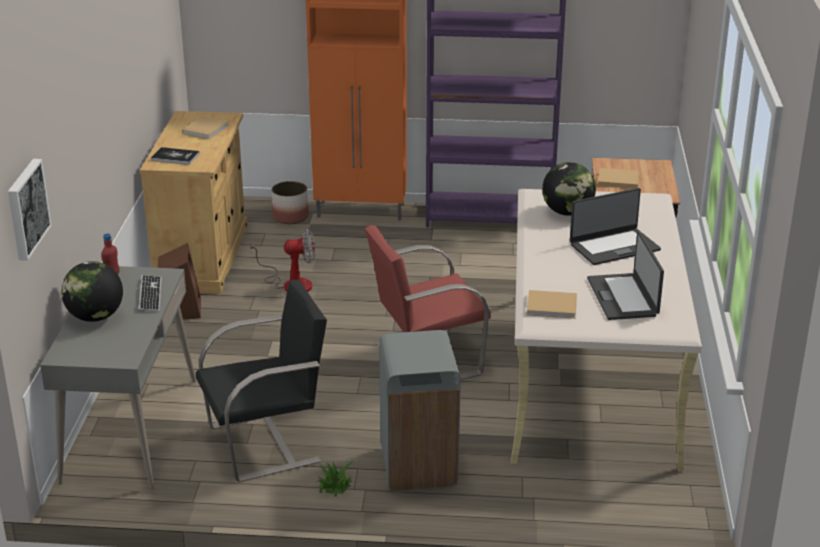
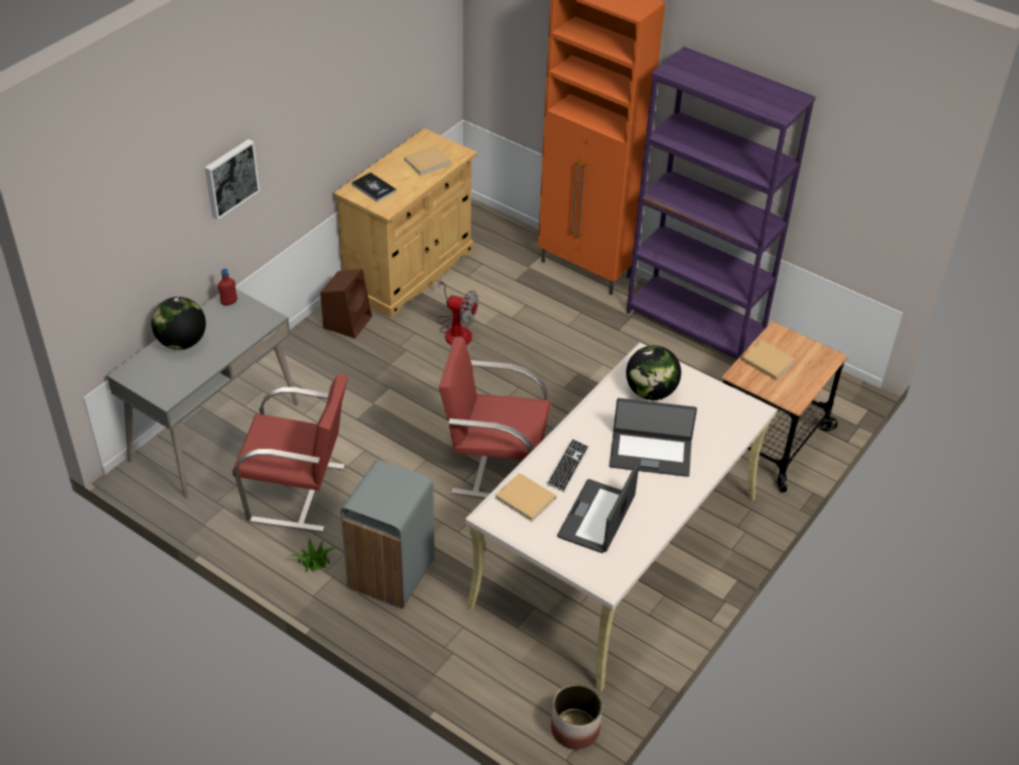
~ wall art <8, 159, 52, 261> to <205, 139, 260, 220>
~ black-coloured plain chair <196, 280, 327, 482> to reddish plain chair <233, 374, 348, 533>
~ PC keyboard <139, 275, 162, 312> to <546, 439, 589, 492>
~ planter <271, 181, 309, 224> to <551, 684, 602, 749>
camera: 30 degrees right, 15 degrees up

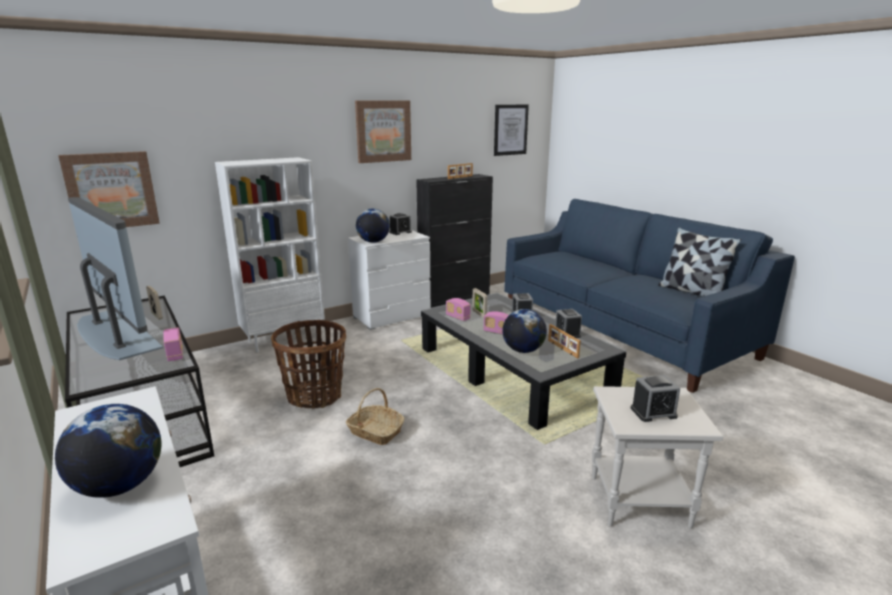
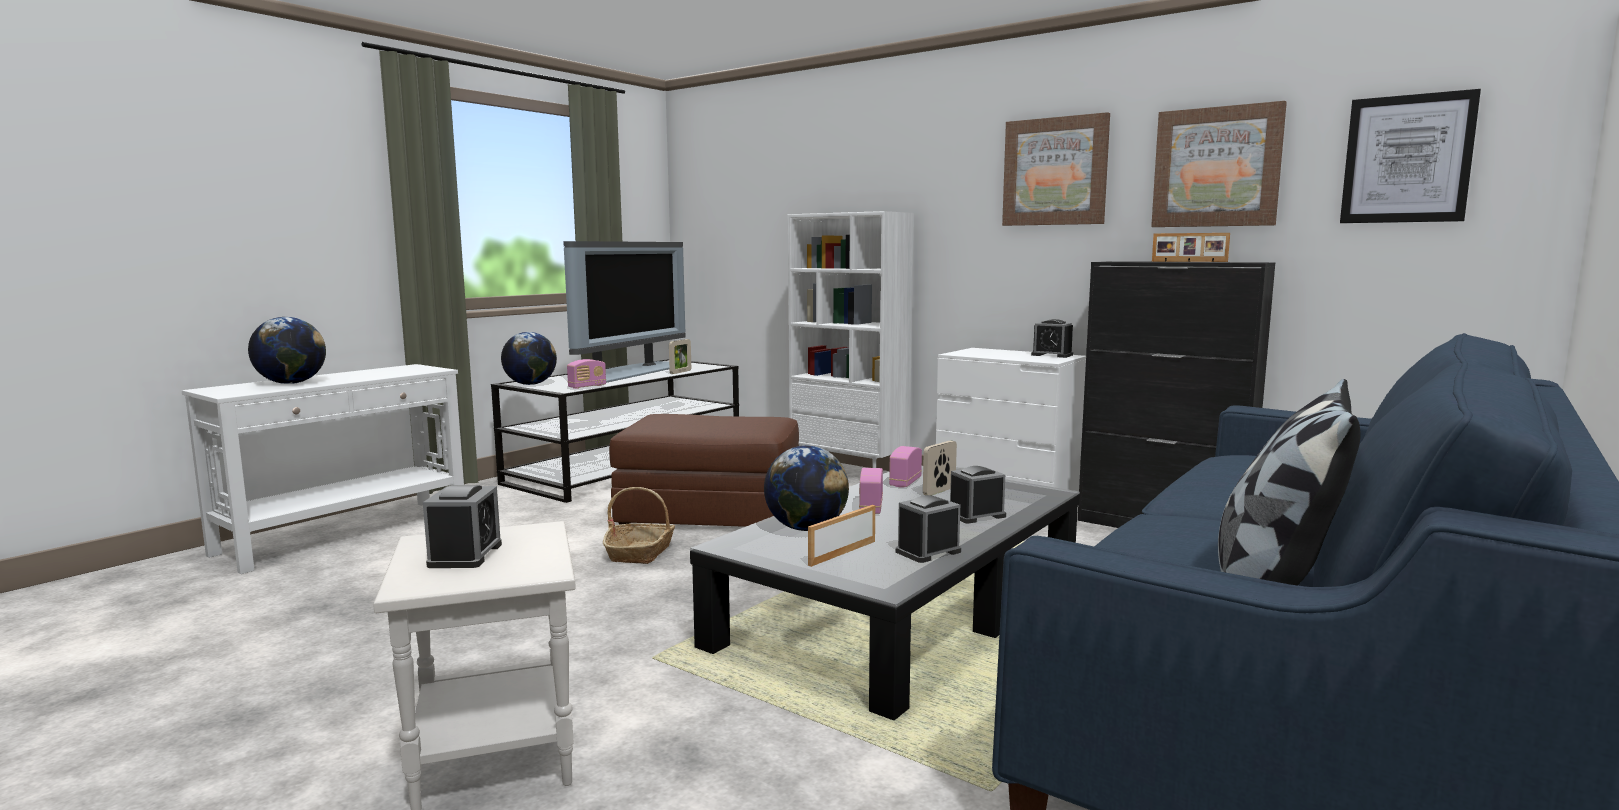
~ bedside clock <631, 375, 680, 422> = <423, 485, 502, 568> 150 degrees counterclockwise
~ desk globe <356, 209, 390, 243> to <501, 332, 557, 385>
~ household basket <271, 320, 346, 409> to brownish ottoman <609, 414, 799, 527>
~ wall art <58, 151, 160, 227> to <1151, 101, 1287, 227>
camera: 70 degrees right, 10 degrees down

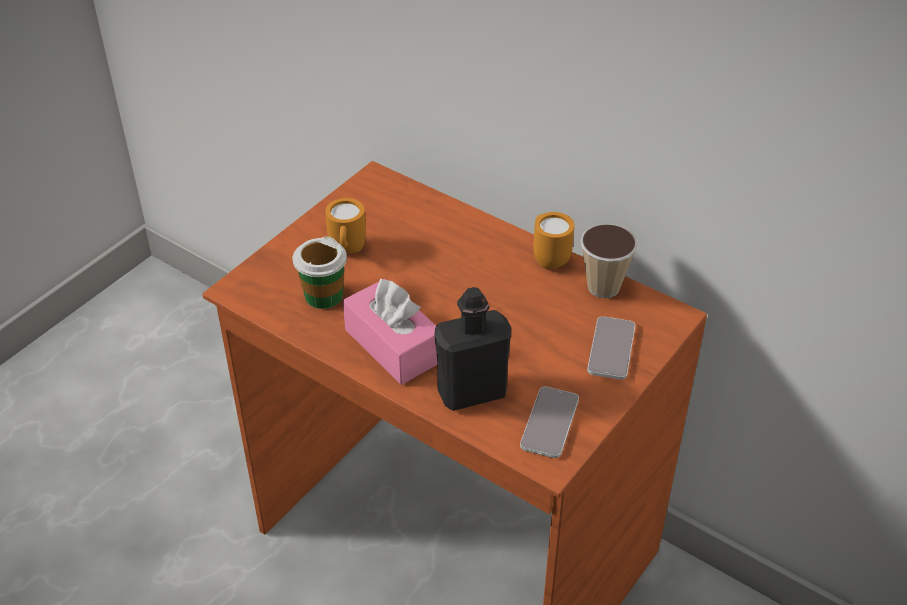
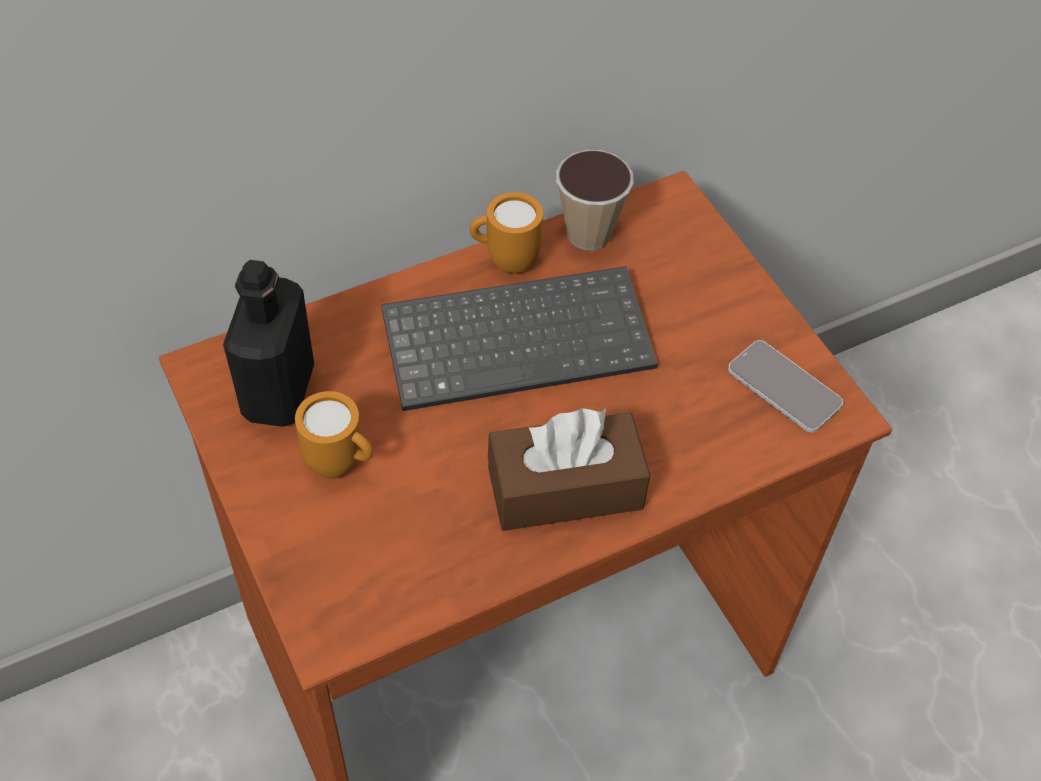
~ black-coloured bottle <434, 287, 511, 411> to <223, 260, 314, 427>
+ PC keyboard <381, 266, 658, 411>
~ pink tissue holder <343, 278, 437, 385> to brownish tissue holder <488, 408, 650, 531>
- drinking cup <293, 236, 347, 309>
- handset <587, 316, 635, 380>
camera: 65 degrees left, 10 degrees up

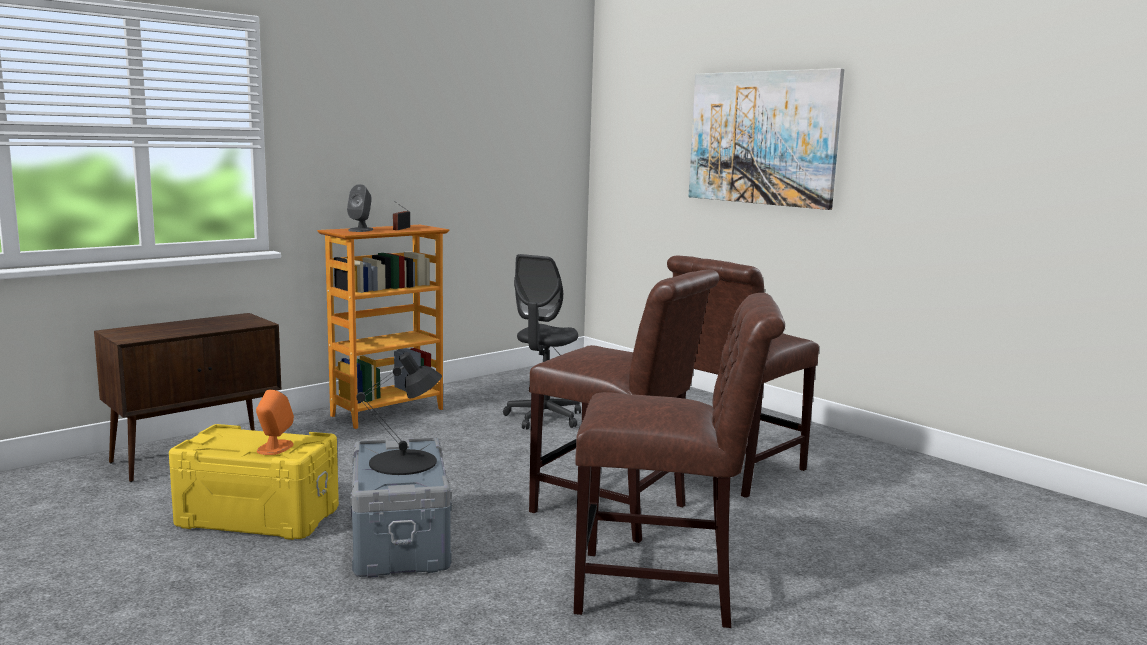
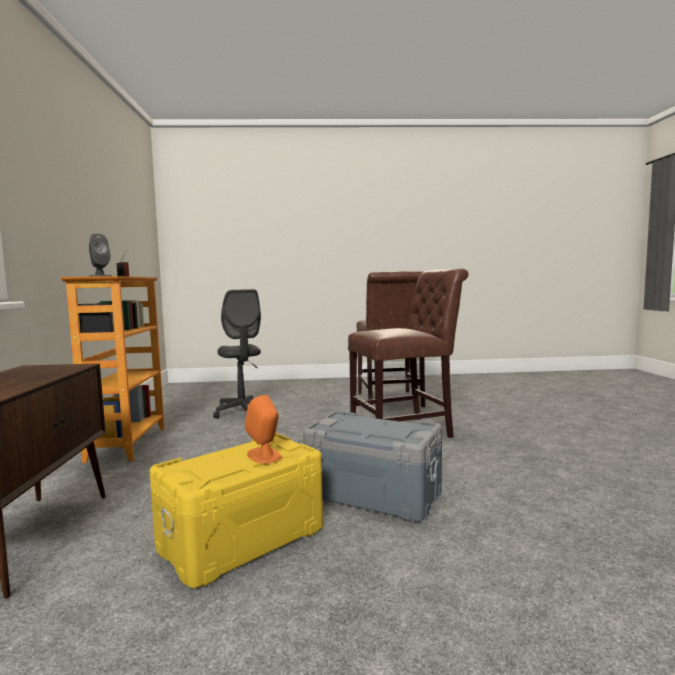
- black-coloured lamp for a table <357, 352, 442, 475>
- brownish plain chair <574, 293, 785, 628>
- wall art <689, 68, 844, 210>
camera: 50 degrees left, 5 degrees down

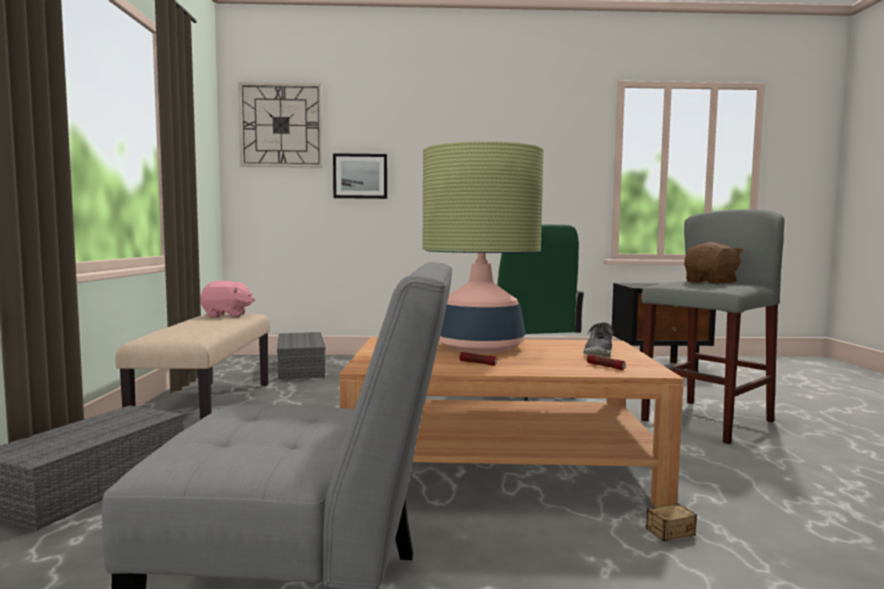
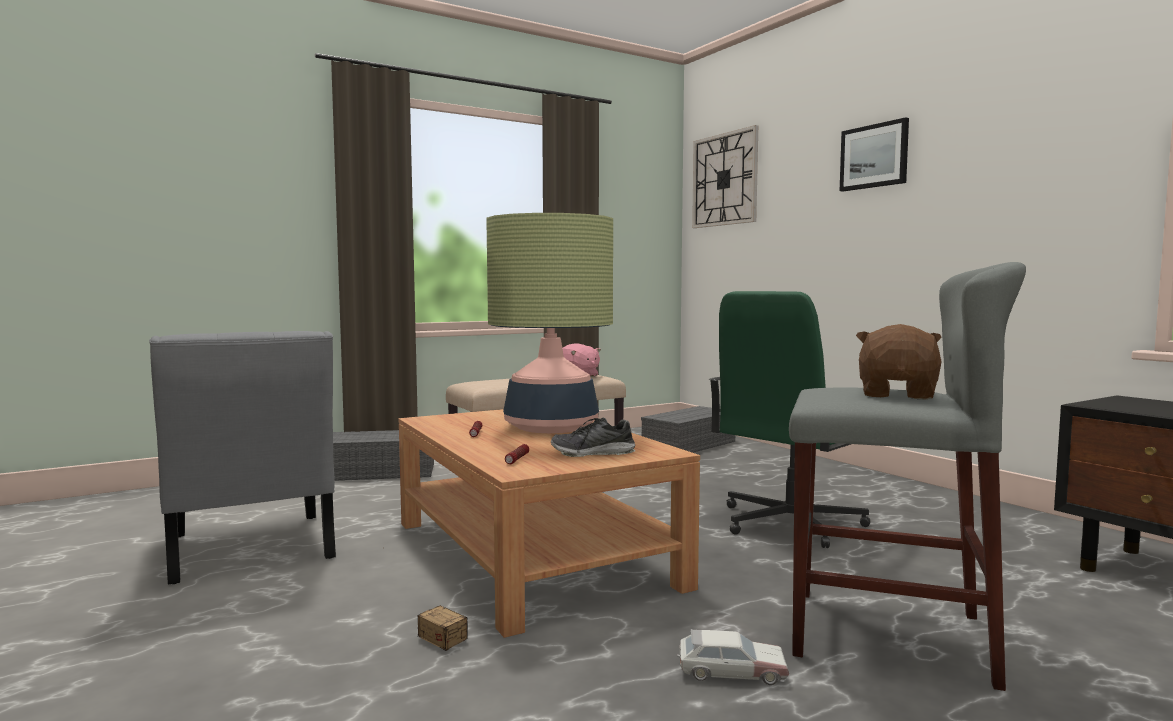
+ miniature car <677, 629, 789, 685>
~ wall art <333, 153, 387, 199> to <840, 117, 909, 191>
~ brownish plush toy <684, 242, 744, 284> = <856, 324, 942, 399> 90 degrees counterclockwise
camera: 60 degrees right, 0 degrees up

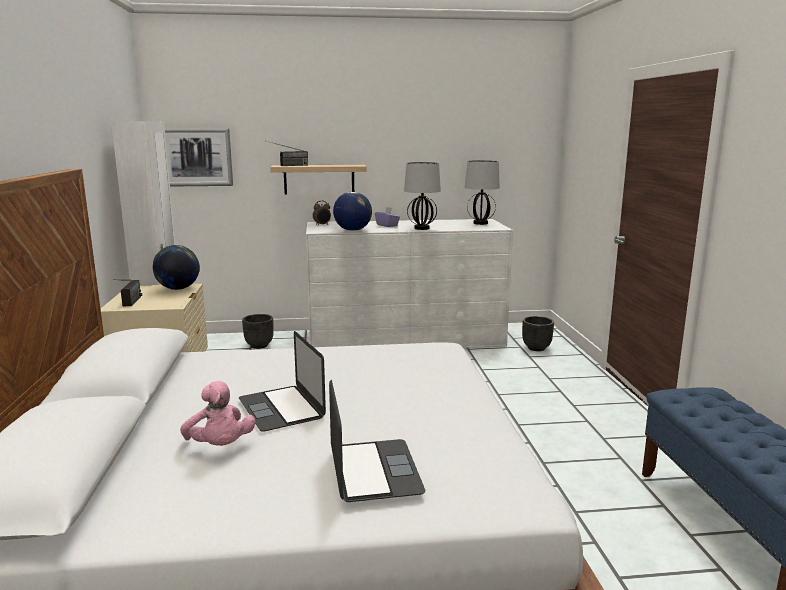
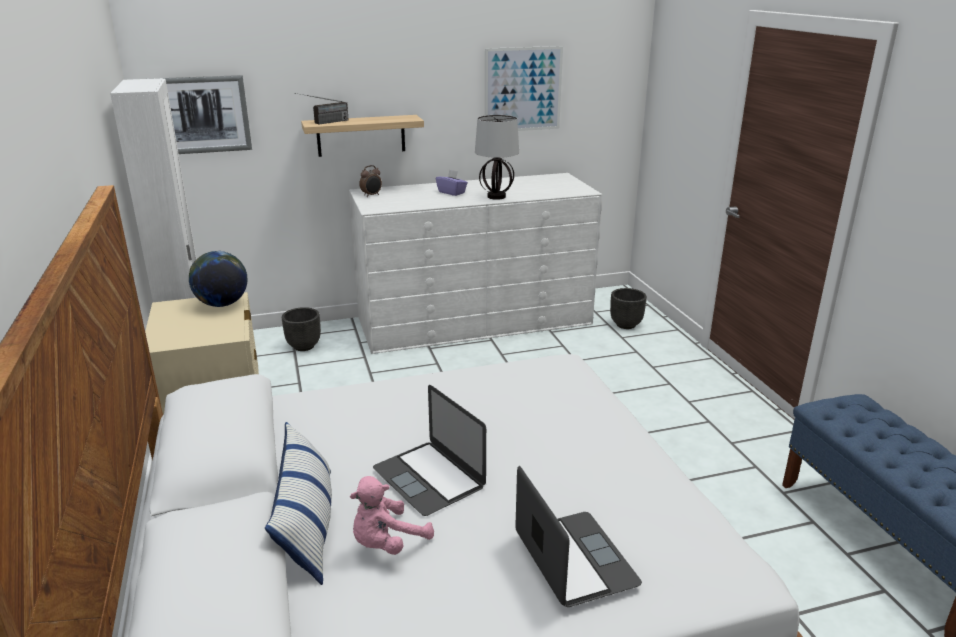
+ cushion <265, 422, 332, 585>
~ pink plush toy <180, 381, 255, 446> = <350, 476, 434, 555> 90 degrees clockwise
+ wall art <485, 46, 563, 131>
- radio receiver <113, 279, 142, 306>
- desk globe <333, 192, 372, 231>
- lamp for a table <465, 160, 500, 225>
camera: 10 degrees left, 10 degrees up

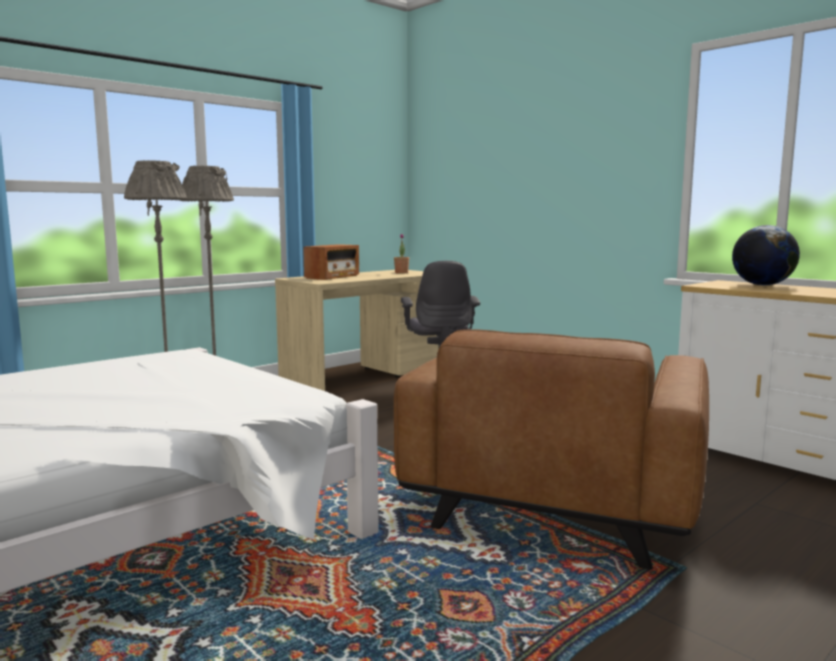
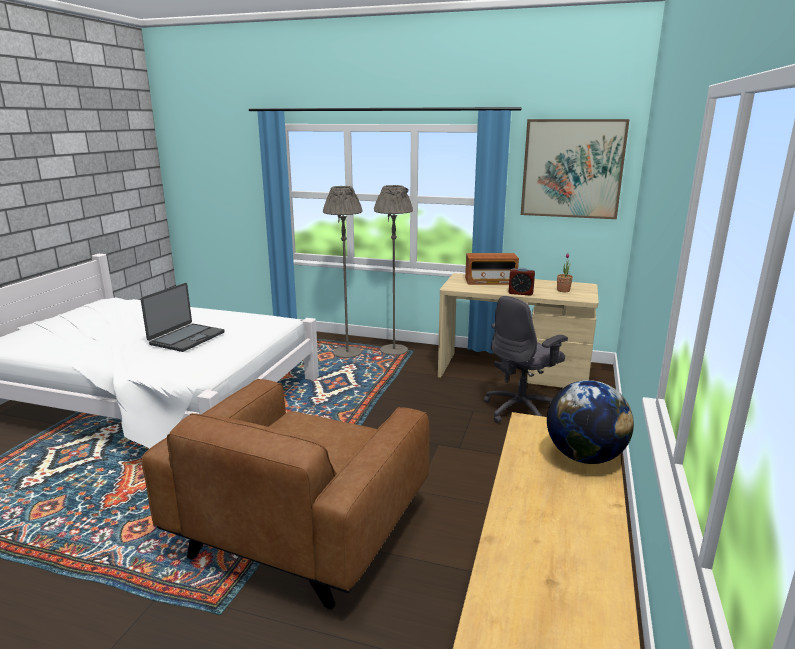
+ laptop <141, 283, 225, 352>
~ brownish lounge chair <394, 329, 709, 570> = <142, 379, 429, 610> 60 degrees counterclockwise
+ bedside clock <509, 268, 535, 296>
+ wall art <521, 119, 630, 219>
camera: 60 degrees right, 10 degrees up

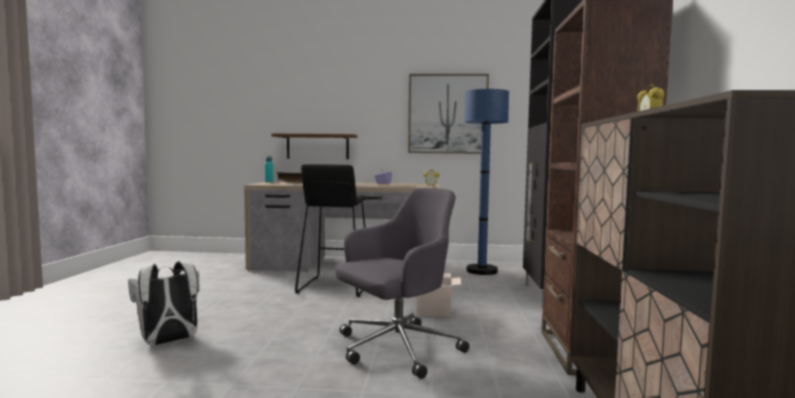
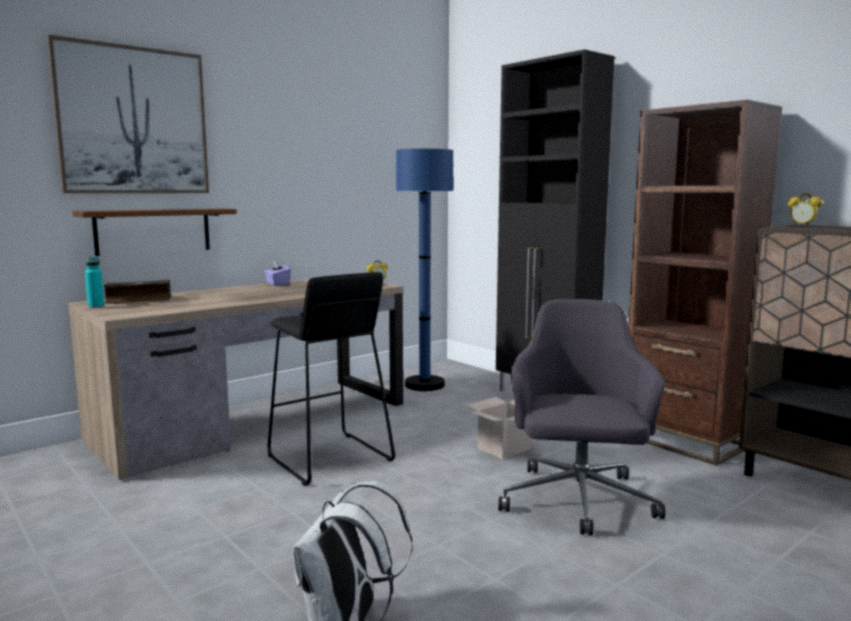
~ wall art <408, 74, 489, 154> to <47, 35, 209, 193>
camera: 45 degrees left, 5 degrees up

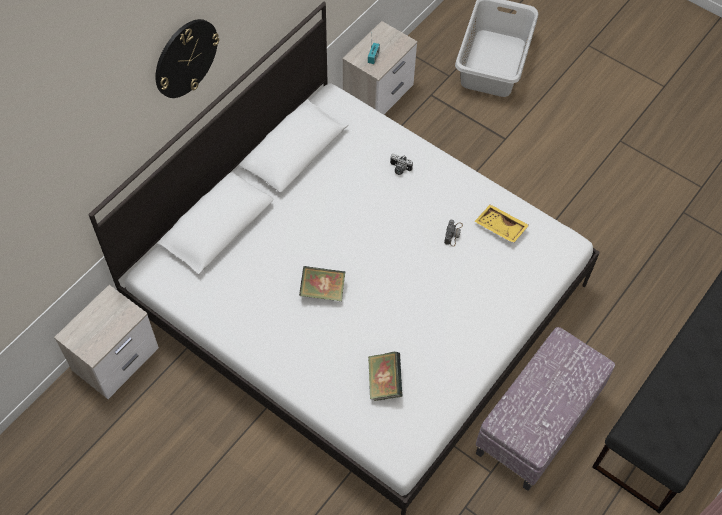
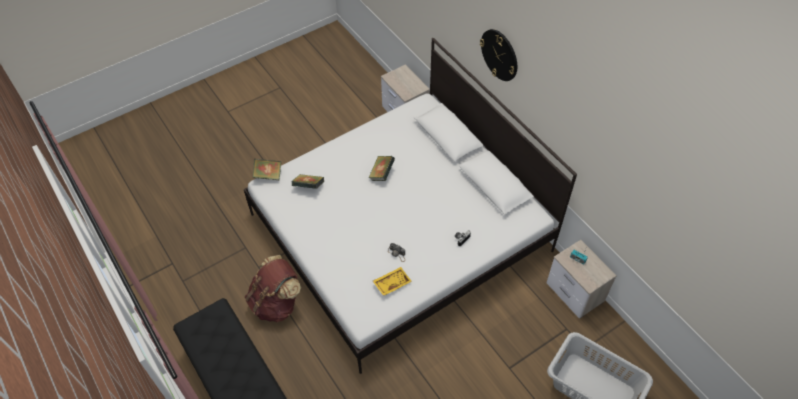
~ ottoman <475, 327, 615, 491> to brownish knapsack <245, 255, 301, 323>
+ volume <253, 159, 281, 180>
camera: 110 degrees right, 5 degrees down

